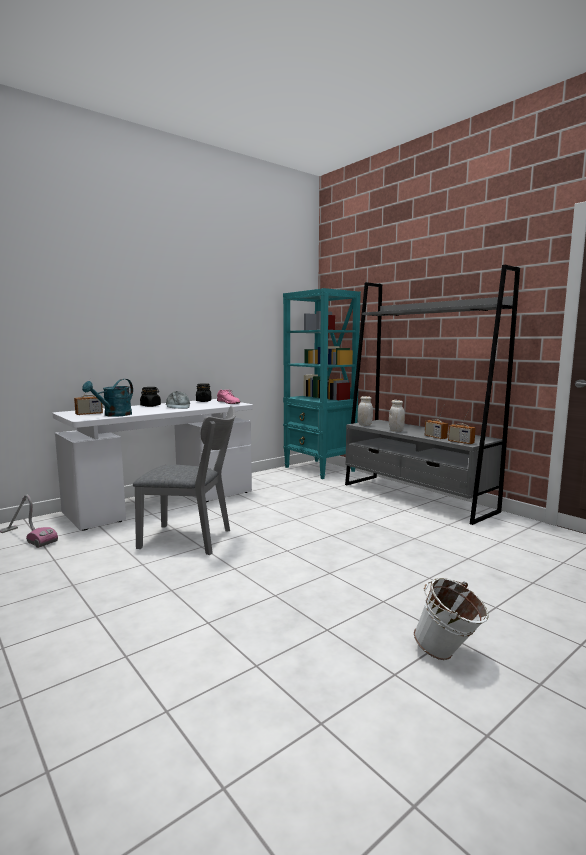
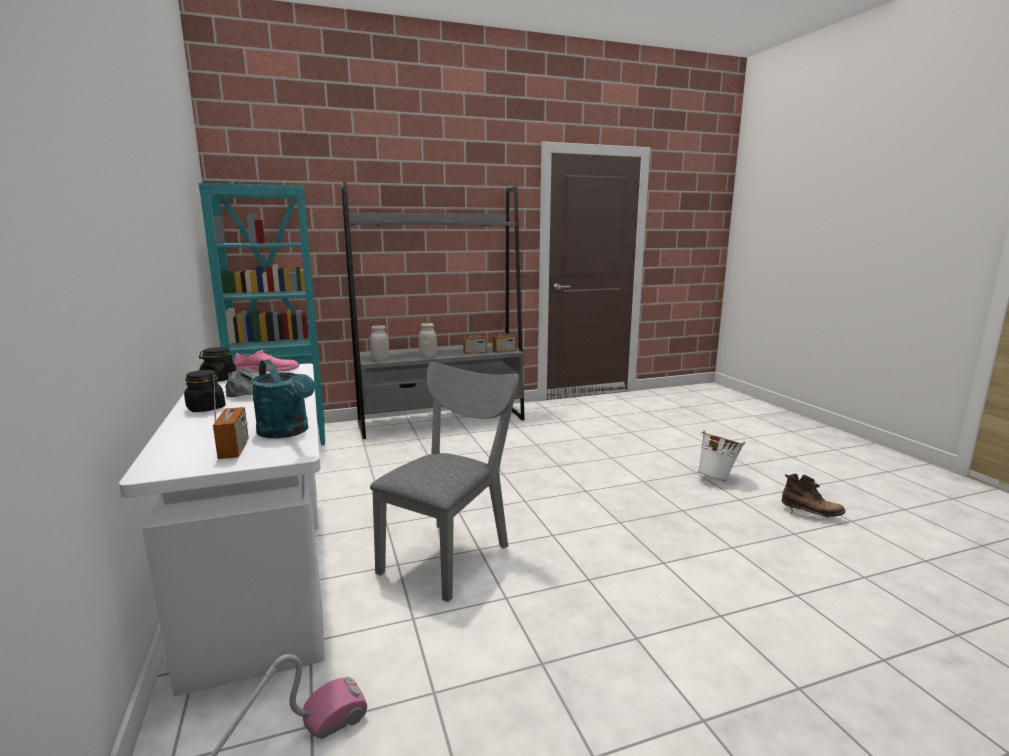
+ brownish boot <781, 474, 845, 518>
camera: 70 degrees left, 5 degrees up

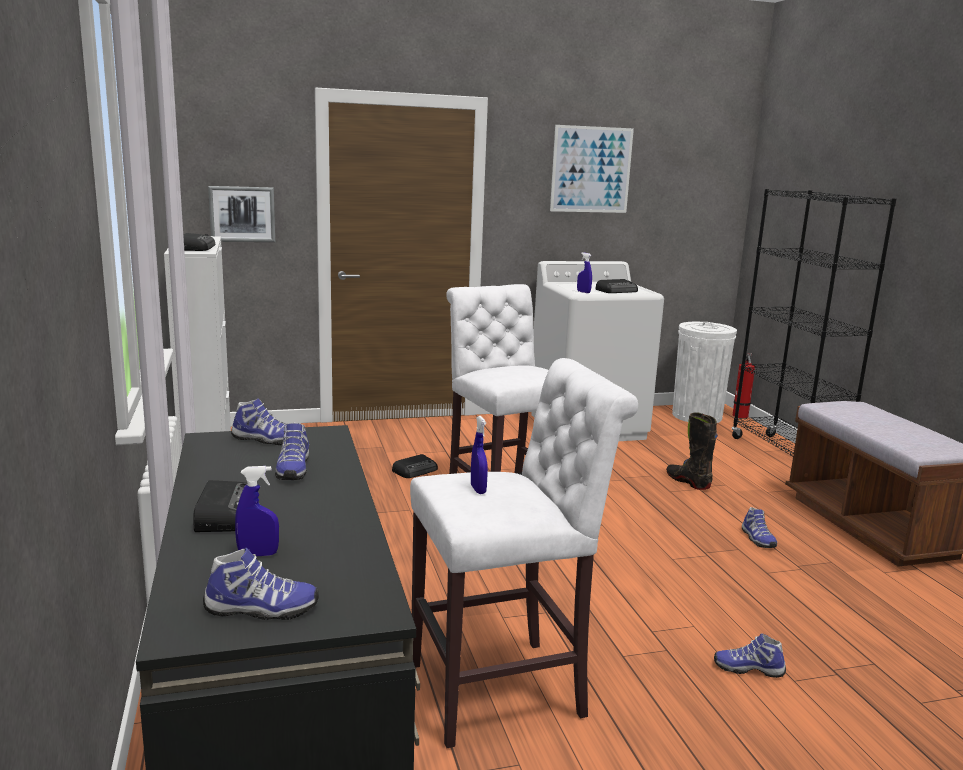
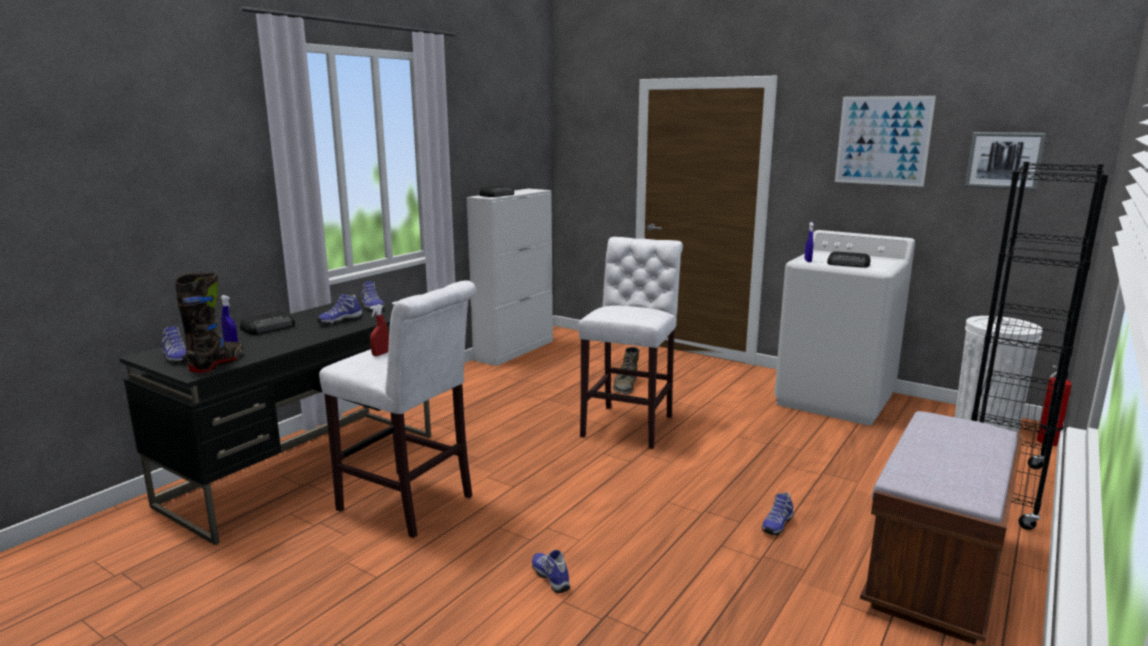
~ black-coloured boot <666, 412, 718, 490> to <175, 273, 243, 373>
~ blue hand sprayer <471, 416, 488, 494> to reddish hand sprayer <370, 304, 389, 356>
~ radio receiver <392, 454, 438, 478> to green-coloured boot <613, 347, 640, 394>
~ wall art <208, 186, 275, 242> to <965, 132, 1046, 190>
camera: 50 degrees right, 0 degrees up

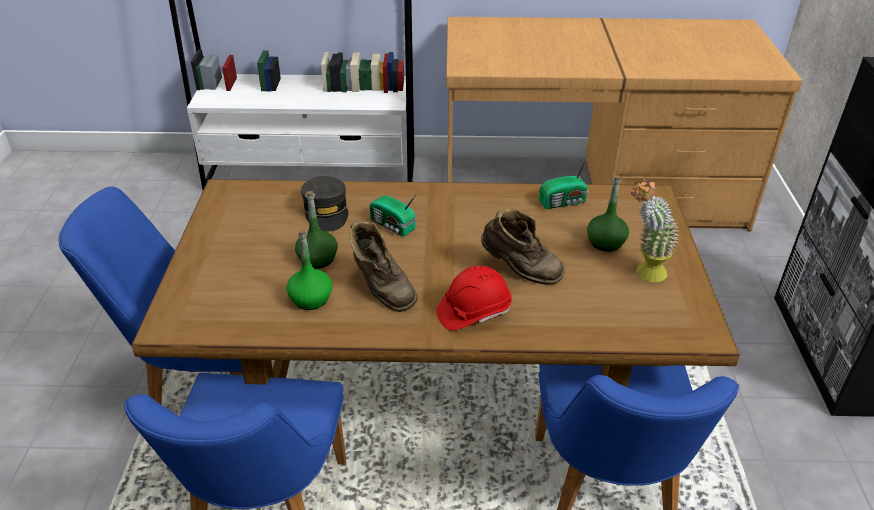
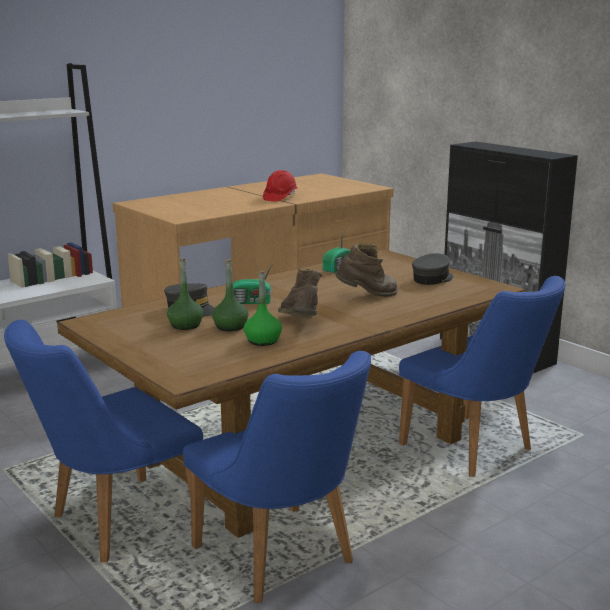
~ green-coloured bottle <587, 175, 629, 252> to <167, 258, 204, 330>
~ reddish work helmet <436, 266, 512, 330> to <263, 170, 298, 201>
~ brownish boot <350, 220, 418, 312> = <278, 267, 323, 319> 120 degrees counterclockwise
~ houseplant <631, 179, 679, 282> to greyish peaked cap <412, 253, 453, 285>
camera: 40 degrees left, 20 degrees down

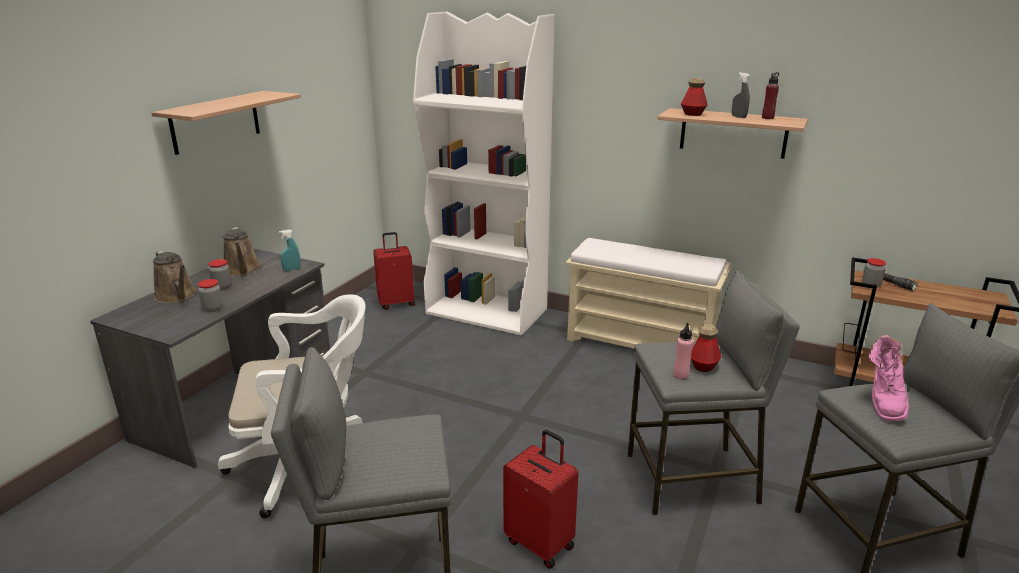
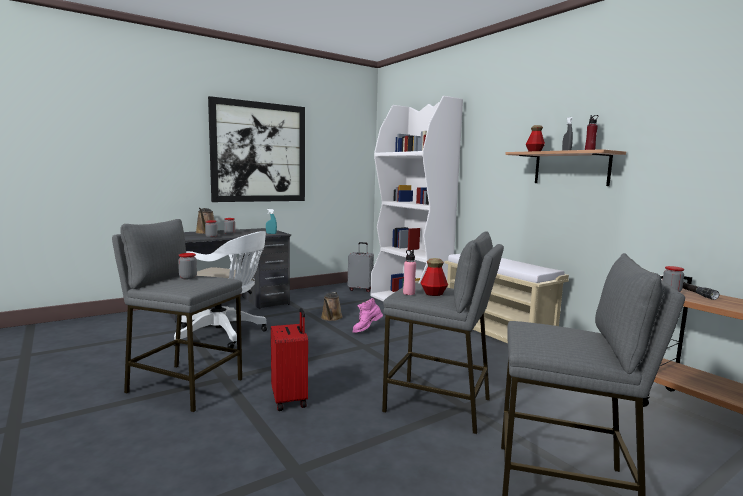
+ storage jar <178, 253, 197, 279>
~ wall shelf <151, 91, 301, 155> to wall art <208, 96, 305, 202>
~ brownish watering can <223, 227, 261, 276> to <321, 292, 343, 321>
~ reddish travel case <373, 232, 415, 309> to greyish travel case <348, 242, 374, 292>
~ pink boot <868, 335, 909, 421> to <353, 298, 383, 332>
camera: 30 degrees right, 15 degrees down

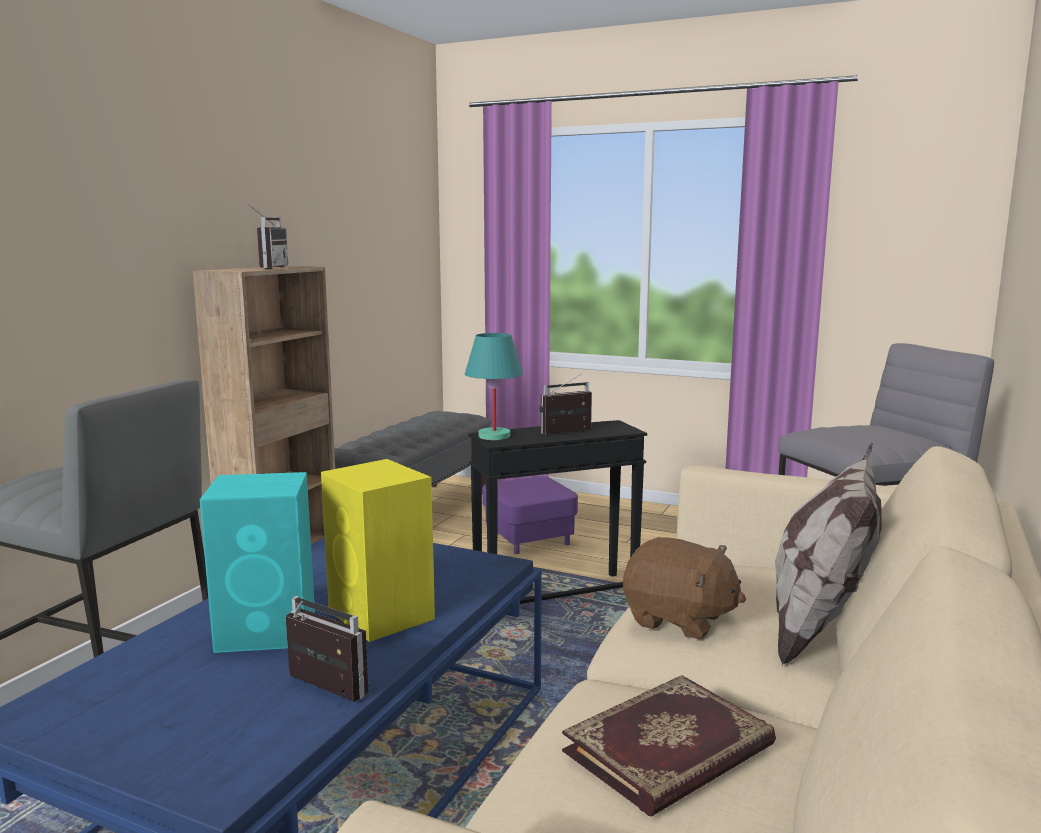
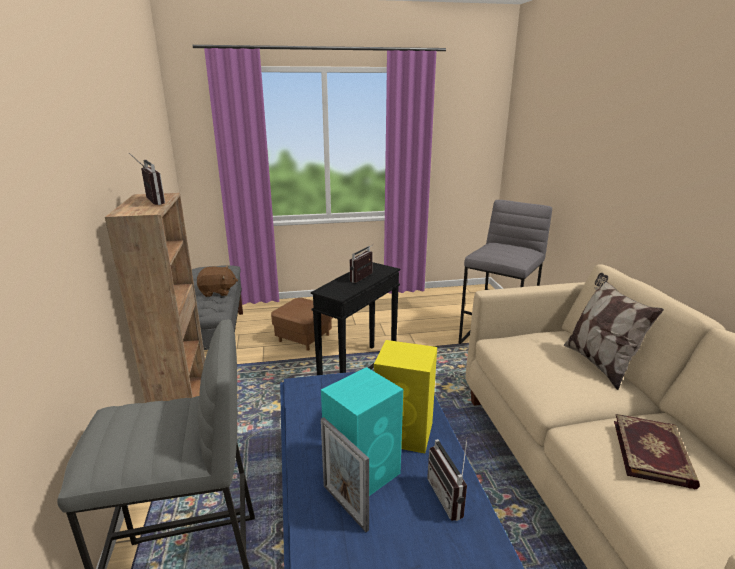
~ brownish plush toy <623, 537, 746, 639> to <197, 266, 238, 297>
~ purple ottoman <482, 476, 578, 554> to brownish ottoman <271, 298, 333, 351>
+ standing frame <321, 417, 369, 532>
~ radio receiver <286, 596, 368, 701> = <427, 437, 468, 521> 105 degrees counterclockwise
- blue-green lamp for a table <465, 333, 523, 440>
camera: 35 degrees left, 10 degrees up

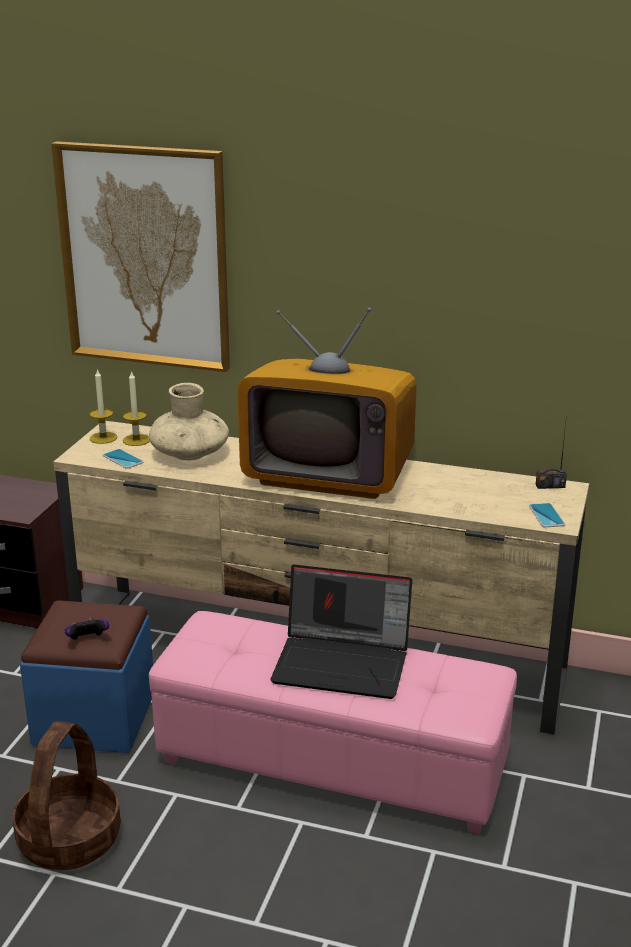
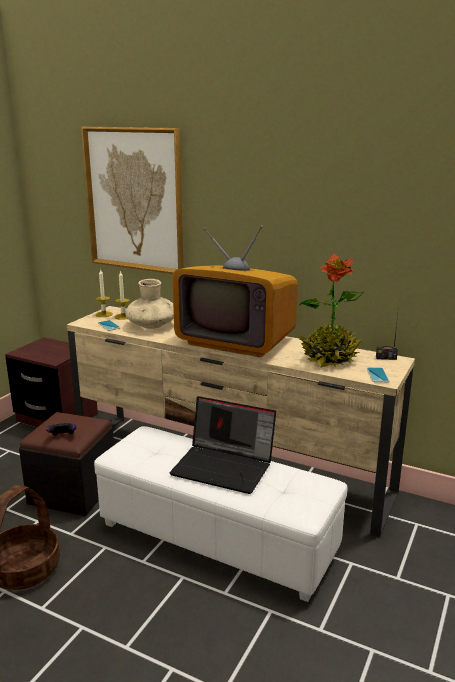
~ blue ottoman <20, 600, 153, 753> to black-coloured ottoman <19, 412, 114, 516>
~ pink ottoman <149, 611, 517, 834> to whitish ottoman <94, 426, 348, 602>
+ houseplant <299, 253, 364, 368>
camera: 10 degrees right, 5 degrees down

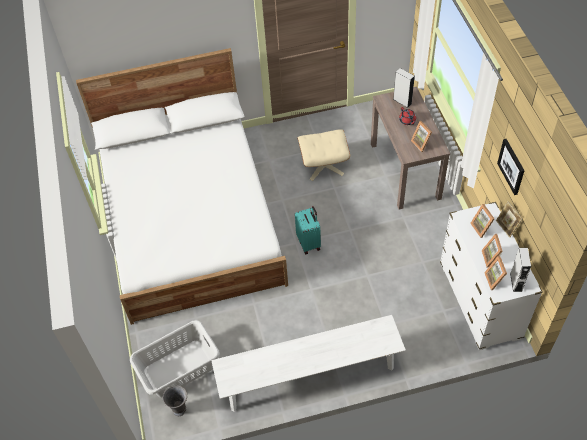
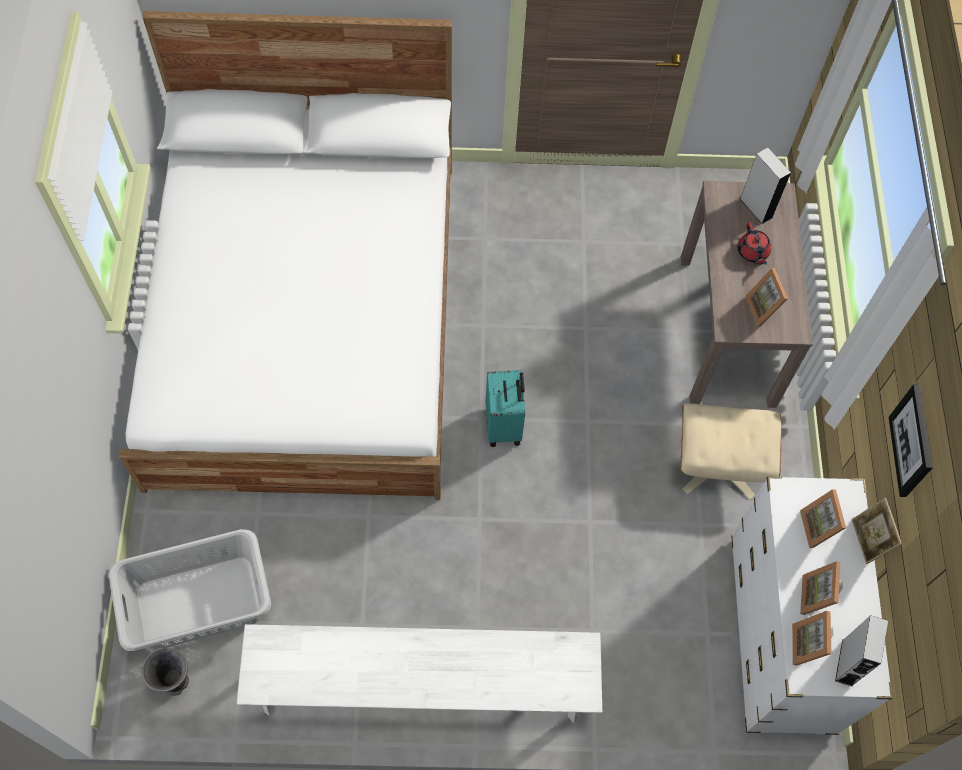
~ beige ottoman <297, 129, 350, 181> to <680, 403, 782, 500>
camera: 10 degrees right, 10 degrees up

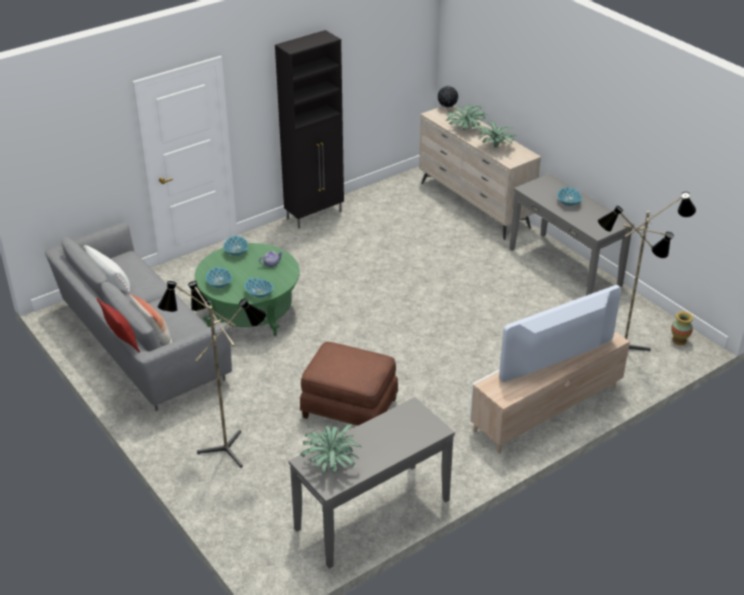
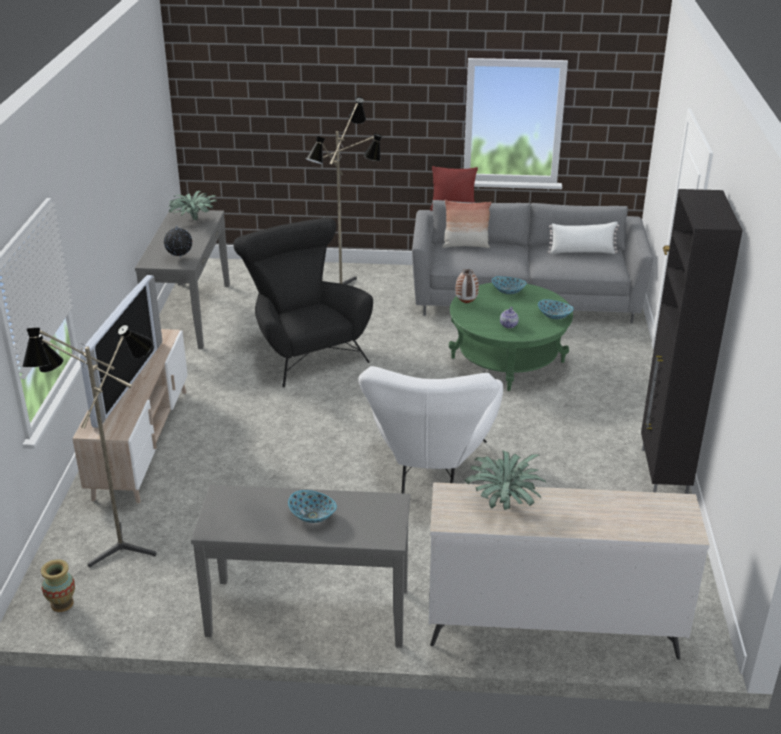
~ desk globe <437, 86, 458, 109> to <164, 226, 192, 258>
~ brownish ottoman <300, 342, 398, 426> to black-coloured lounge chair <233, 218, 373, 387>
+ whitish lounge chair <358, 366, 503, 494>
~ deep dish <245, 278, 274, 297> to flower vase <456, 269, 479, 303>
- houseplant <446, 104, 490, 130>
camera: 130 degrees right, 5 degrees down

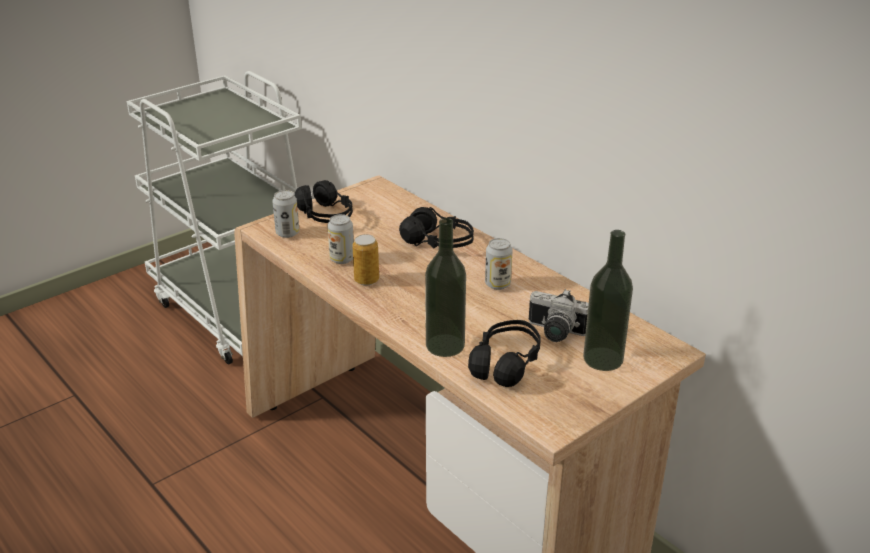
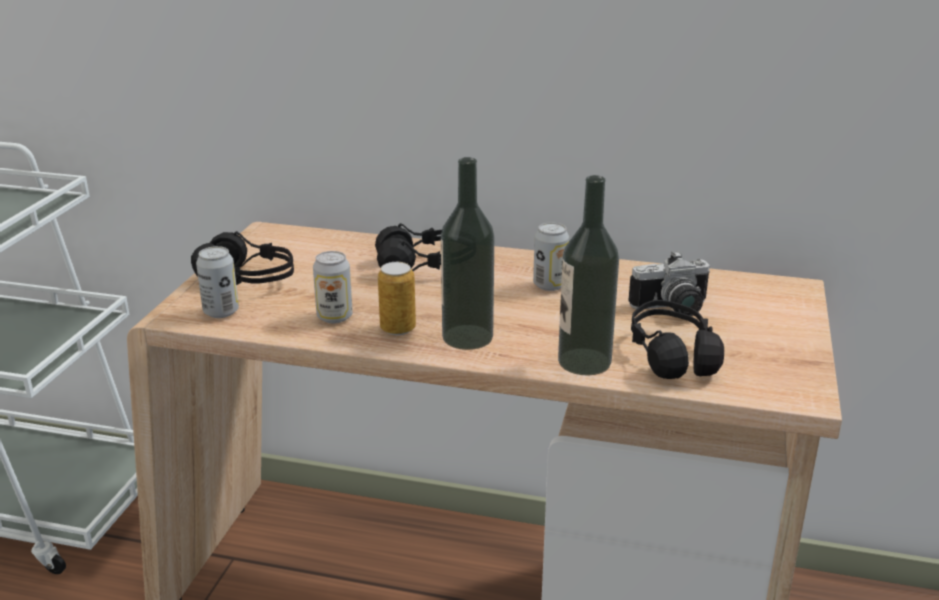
~ bottle <583, 230, 633, 371> to <441, 157, 494, 350>
camera: 35 degrees left, 5 degrees down

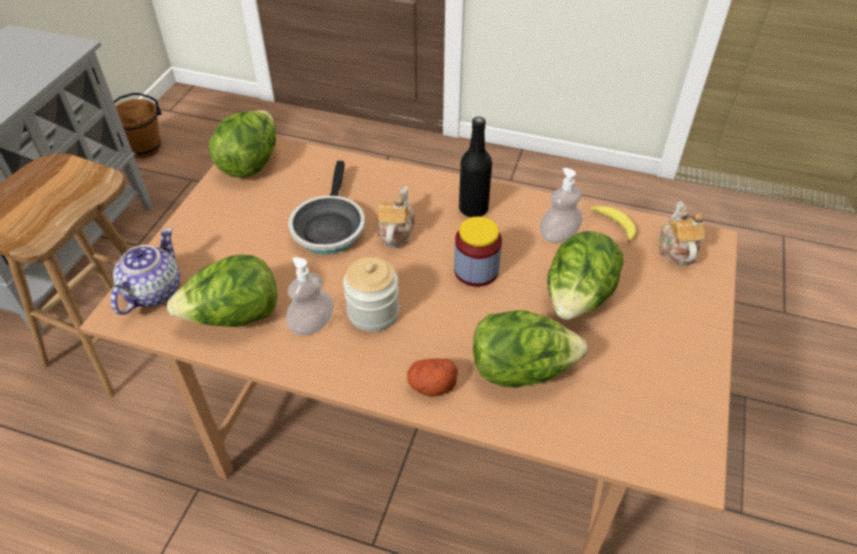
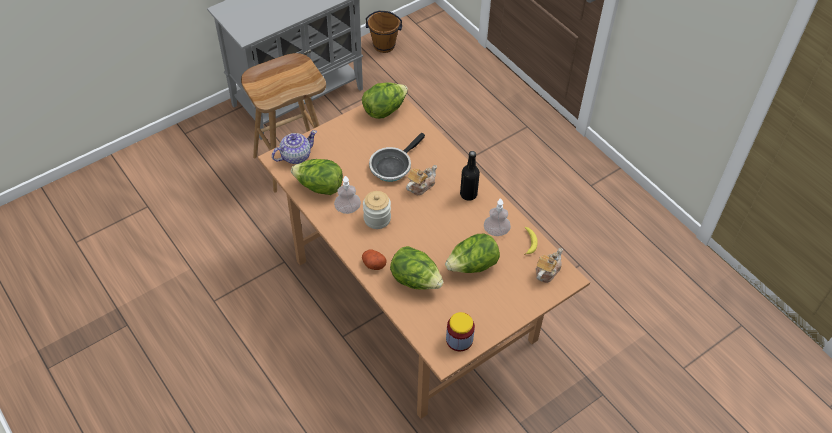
~ storage jar <454, 216, 502, 287> to <446, 312, 475, 351>
camera: 35 degrees right, 5 degrees up

